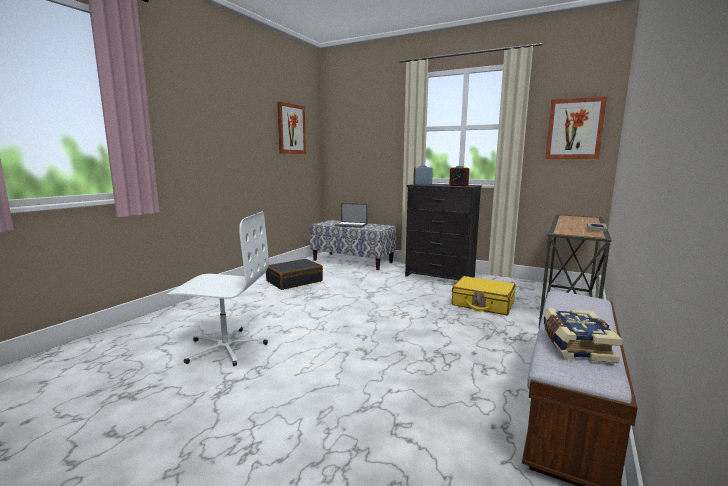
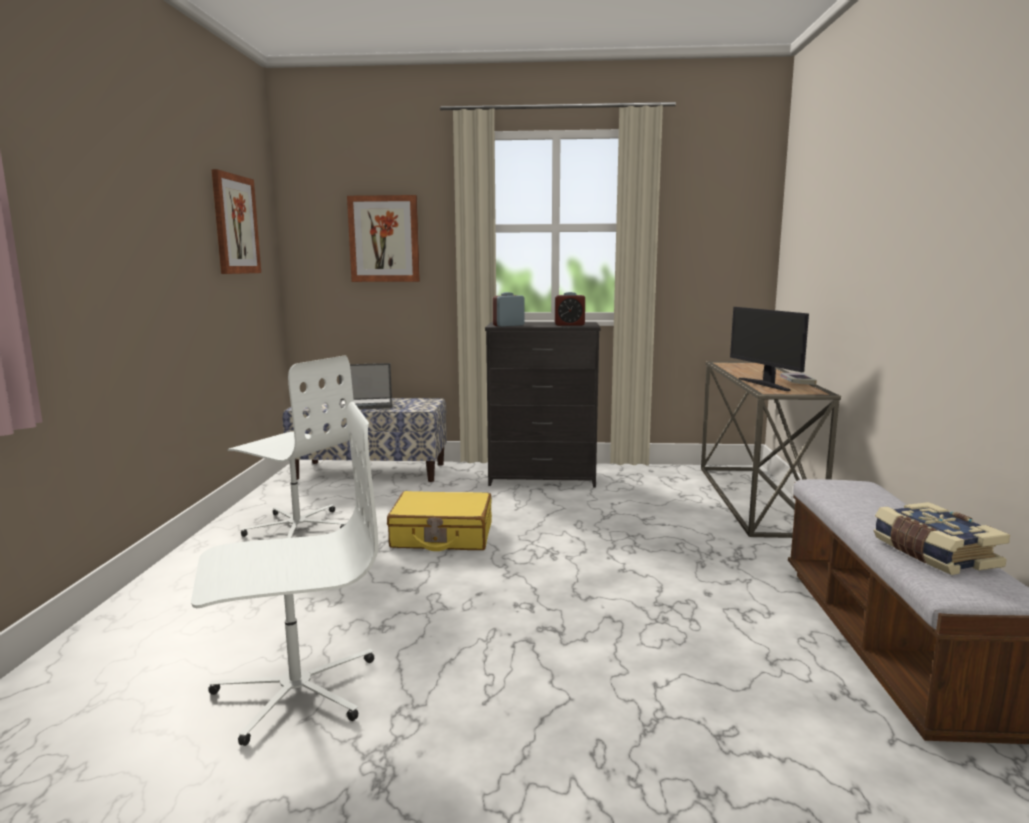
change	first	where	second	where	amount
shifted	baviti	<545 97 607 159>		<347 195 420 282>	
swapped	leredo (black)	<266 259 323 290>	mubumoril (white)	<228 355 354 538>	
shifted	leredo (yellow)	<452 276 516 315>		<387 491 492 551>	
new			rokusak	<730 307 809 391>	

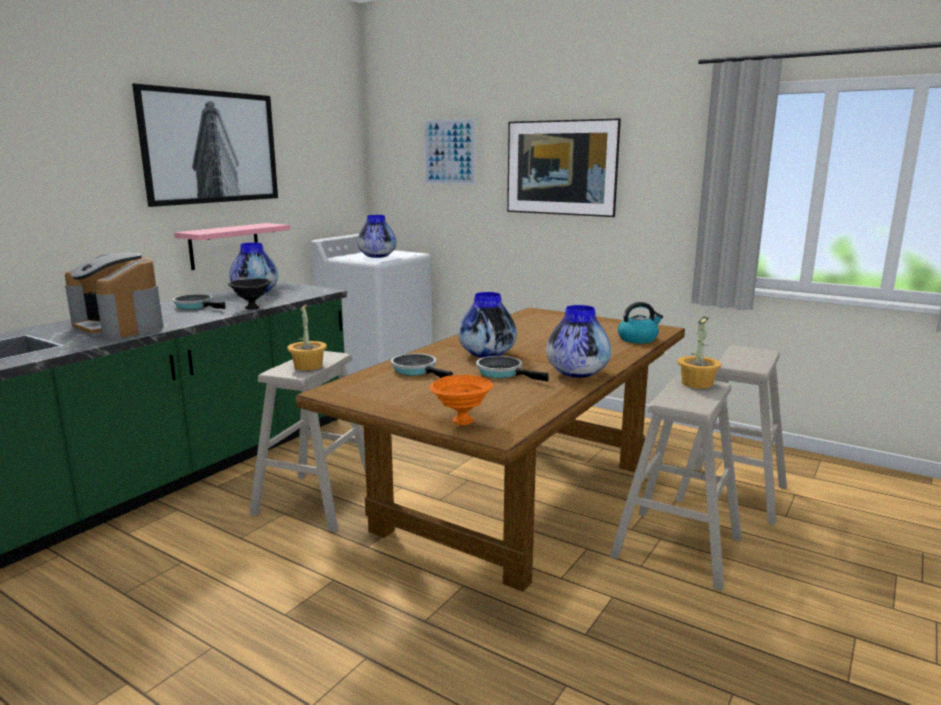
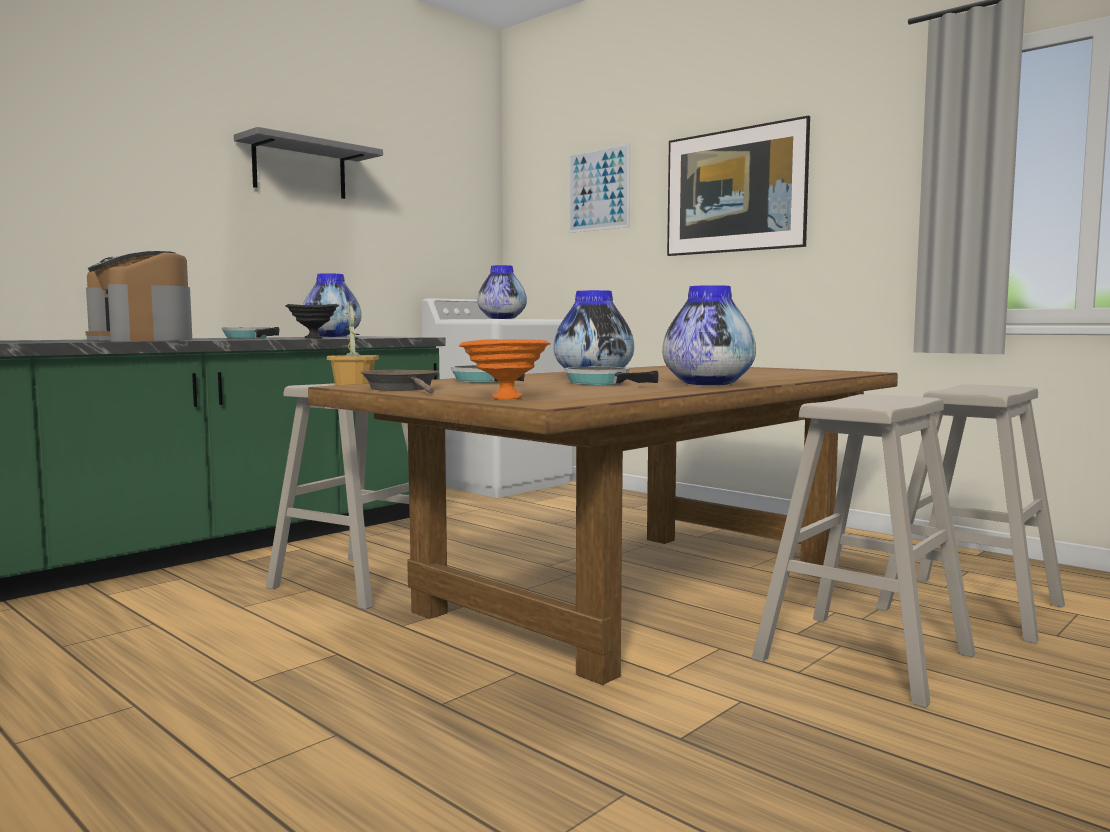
change	first	where	second	where	amount
swapped	baviti	<132 83 278 207>	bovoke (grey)	<234 127 383 199>	
gone	bovoke (pink)	<174 223 290 270>			
gone	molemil	<618 302 663 343>			
gone	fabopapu	<678 316 721 389>			
new			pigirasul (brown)	<361 370 439 394>	

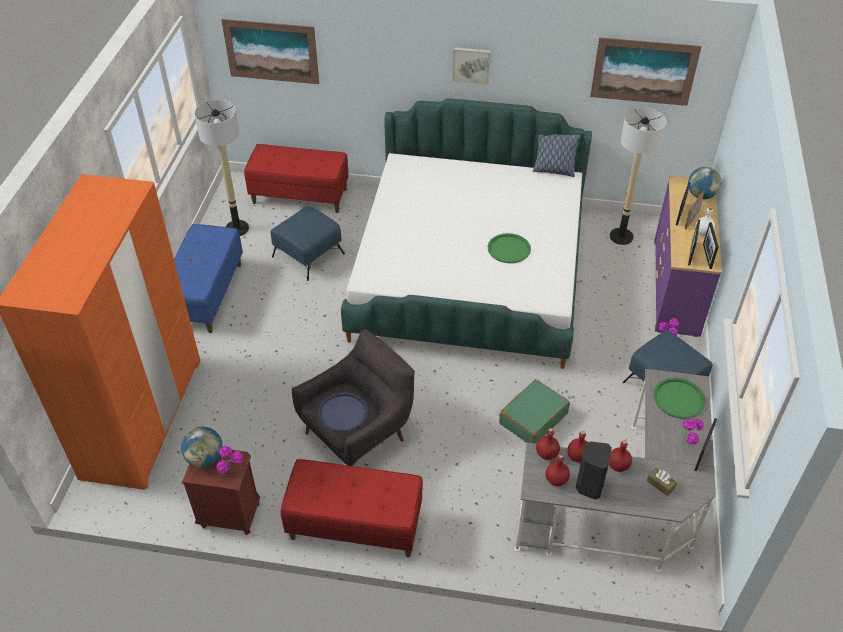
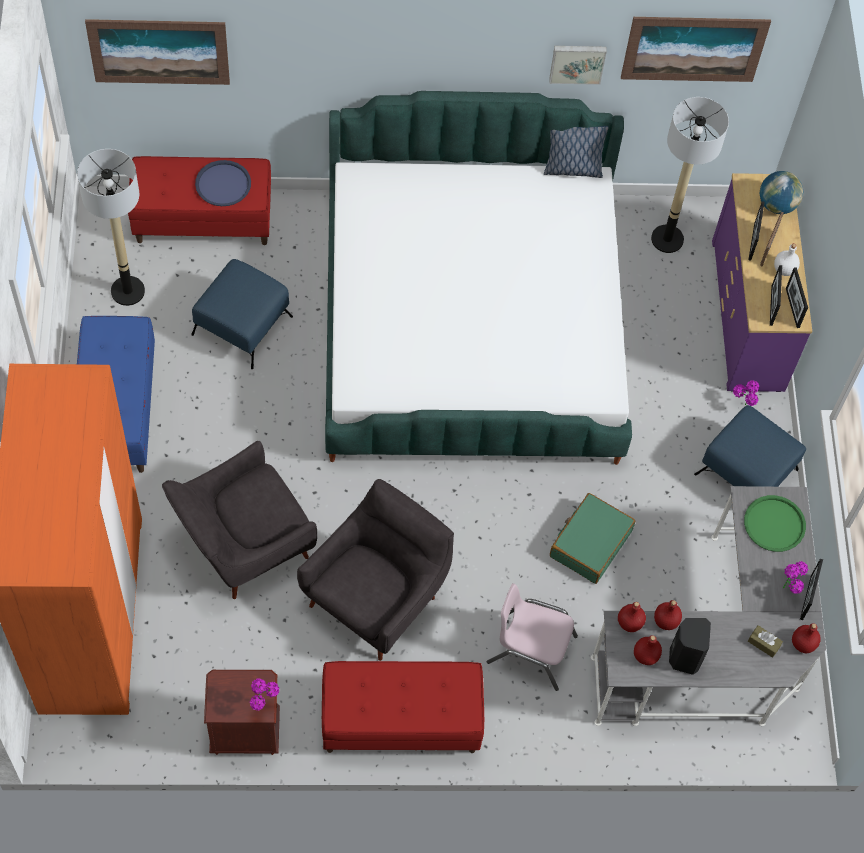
change	first	where	second	where	amount
shifted	baviti	<453 47 491 85>		<549 46 607 85>	
gone	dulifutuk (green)	<488 233 531 263>			
shifted	dulifutuk (blue)	<318 392 368 432>		<195 160 251 206>	
gone	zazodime	<181 427 223 468>			
shifted	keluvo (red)	<609 440 632 472>		<792 623 821 653>	
new			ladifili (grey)	<162 441 317 599>	
new			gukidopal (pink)	<487 583 578 691>	

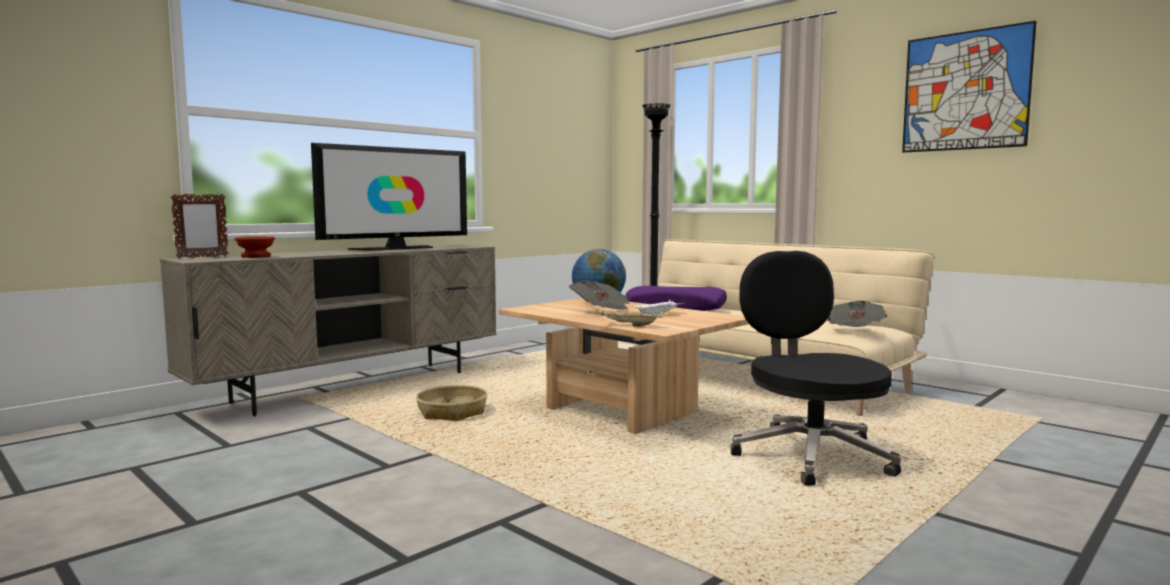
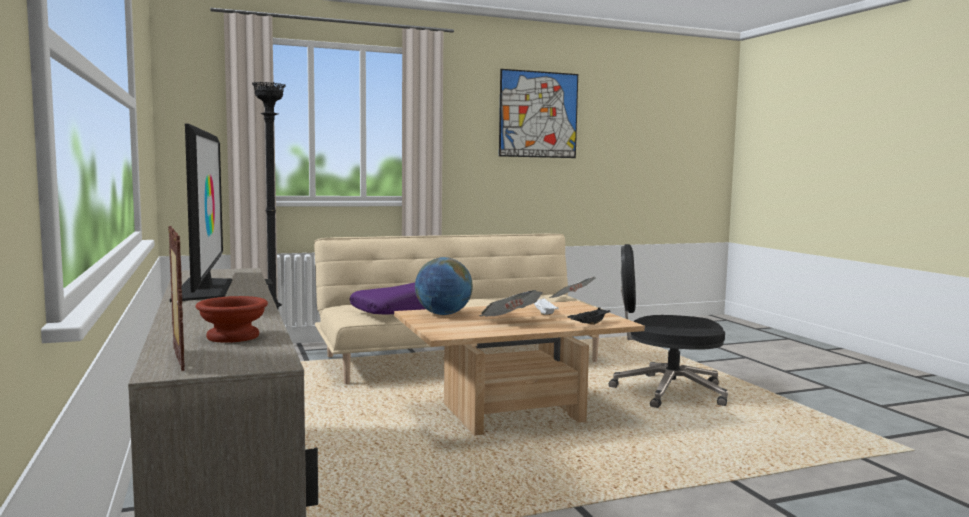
change	first	where	second	where	amount
repainted	dulifutuk (beige)	<600 310 664 327>	dulifutuk (black)	<567 308 611 325>	
gone	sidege	<416 385 487 421>			

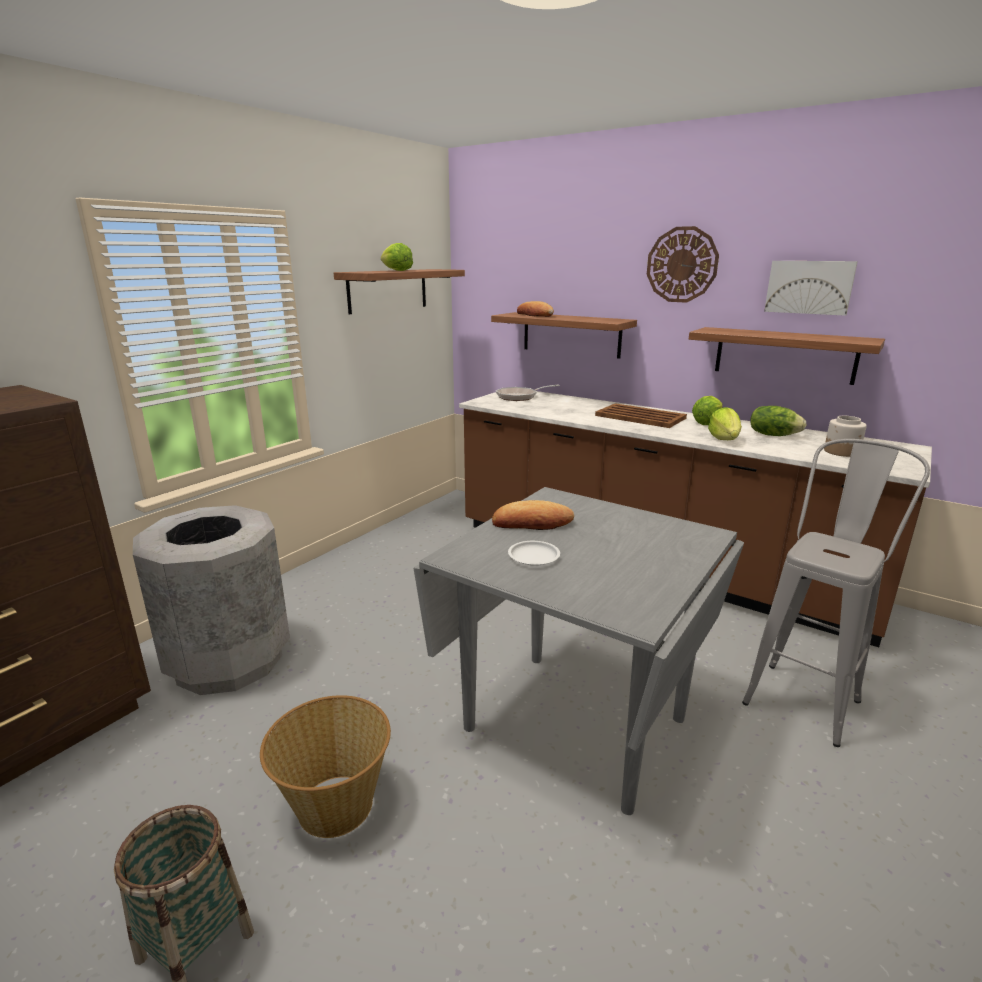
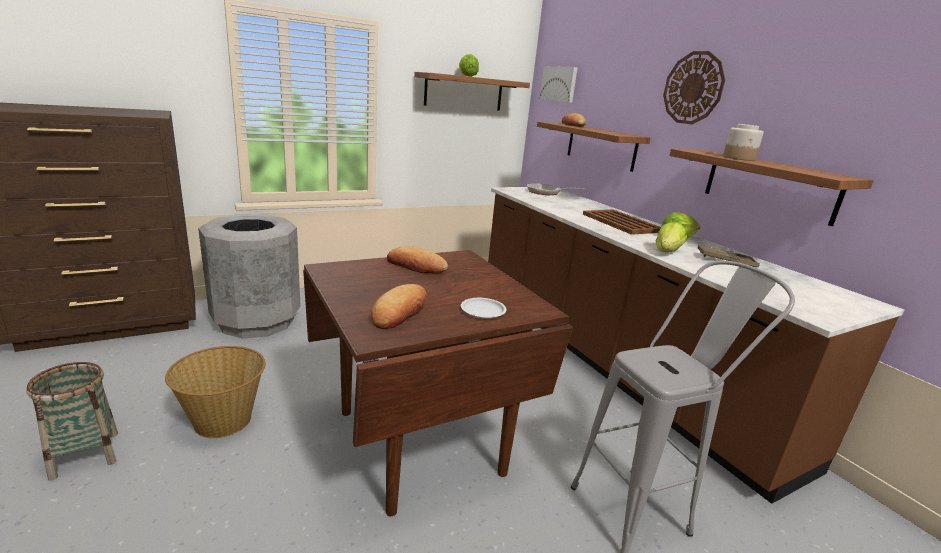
change	first	where	second	where	amount
shifted	baviti	<764 261 858 316>		<540 66 578 103>	
swapped	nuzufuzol	<750 406 807 436>	dulifutuk (brown)	<698 244 760 267>	
shifted	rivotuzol	<824 416 867 457>		<723 124 764 161>	
repainted	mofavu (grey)	<414 487 744 815>	mofavu (brown)	<303 250 573 516>	
shifted	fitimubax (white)	<508 541 560 566>		<461 298 506 319>	
new			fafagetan	<371 284 427 329>	

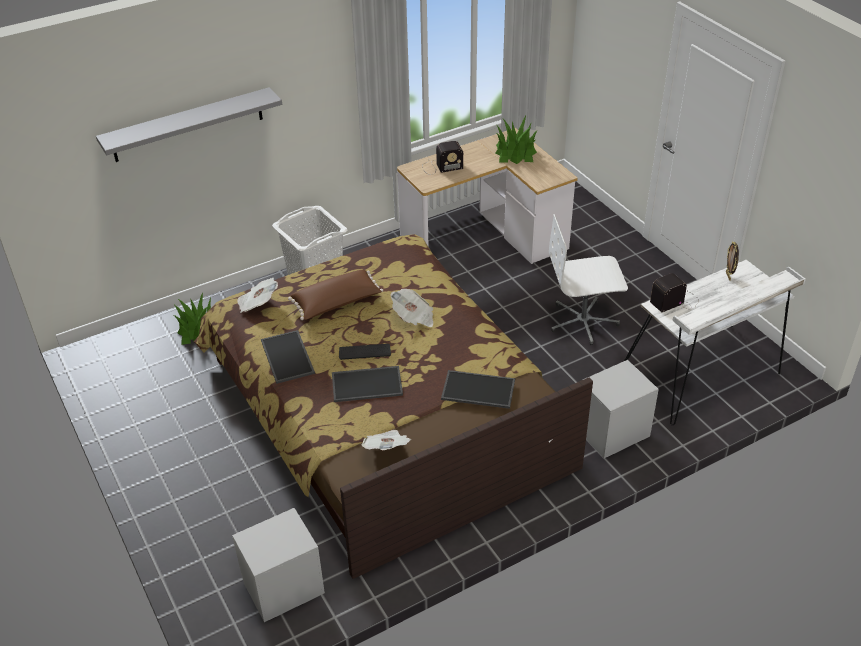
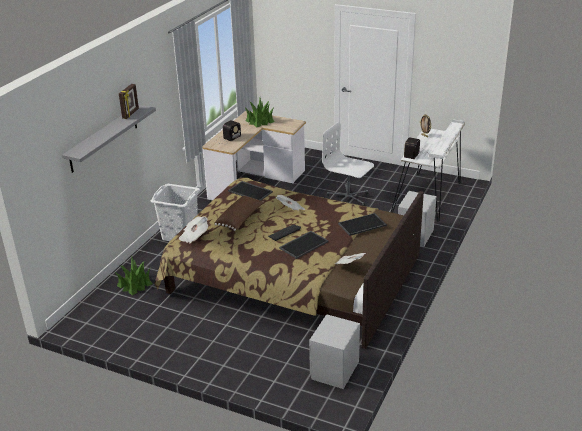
change	first	where	second	where	amount
rotated	mubumoril (white)	<549 214 628 345>		<322 122 374 206>	75 degrees clockwise
shifted	dulifutuk	<261 330 315 384>		<228 181 273 201>	
new			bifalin	<119 84 139 119>	

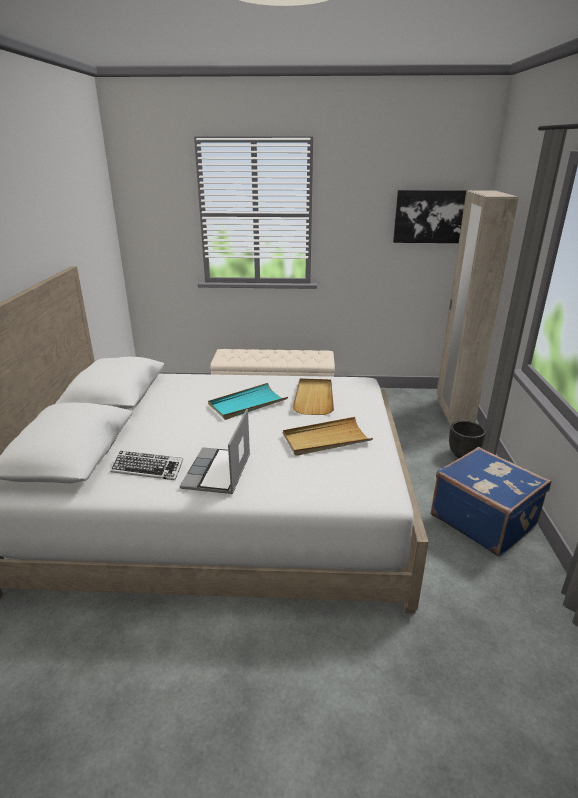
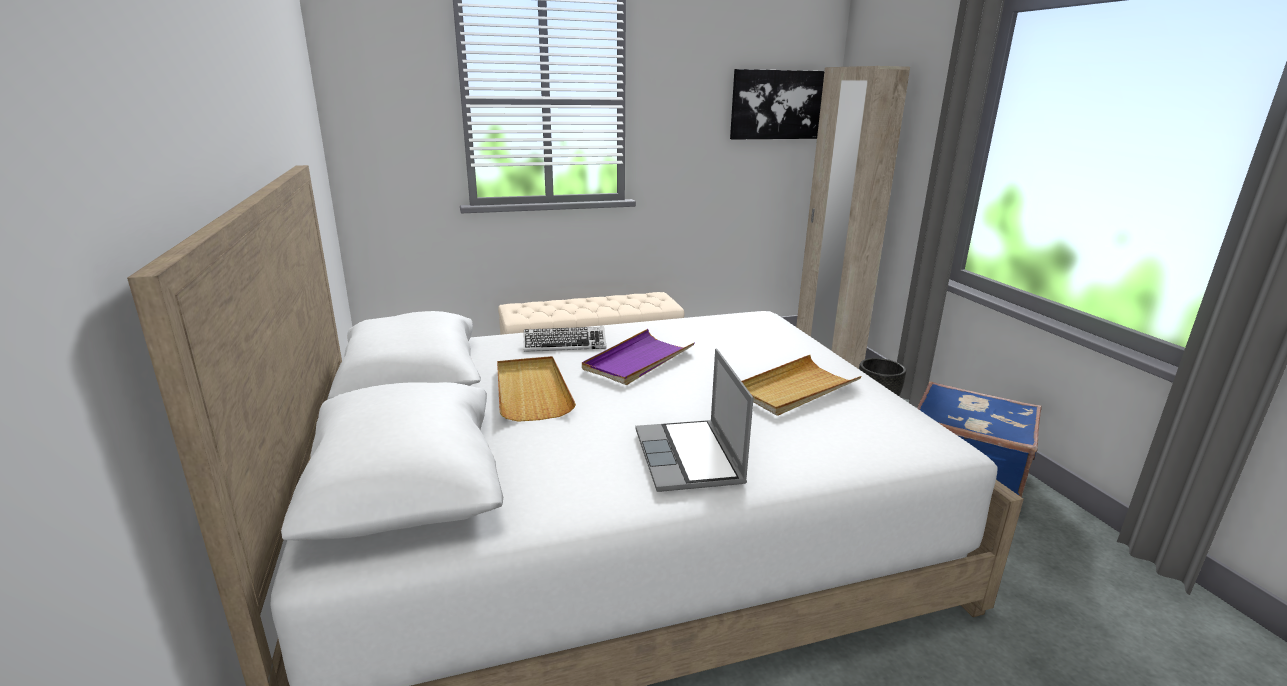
change	first	where	second	where	amount
shifted	dulifutuk (beige)	<292 379 334 415>		<497 356 576 422>	
repainted	dulifutuk (turquoise)	<208 383 288 420>	dulifutuk (purple)	<582 329 695 385>	
shifted	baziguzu	<110 451 184 480>		<524 327 607 352>	

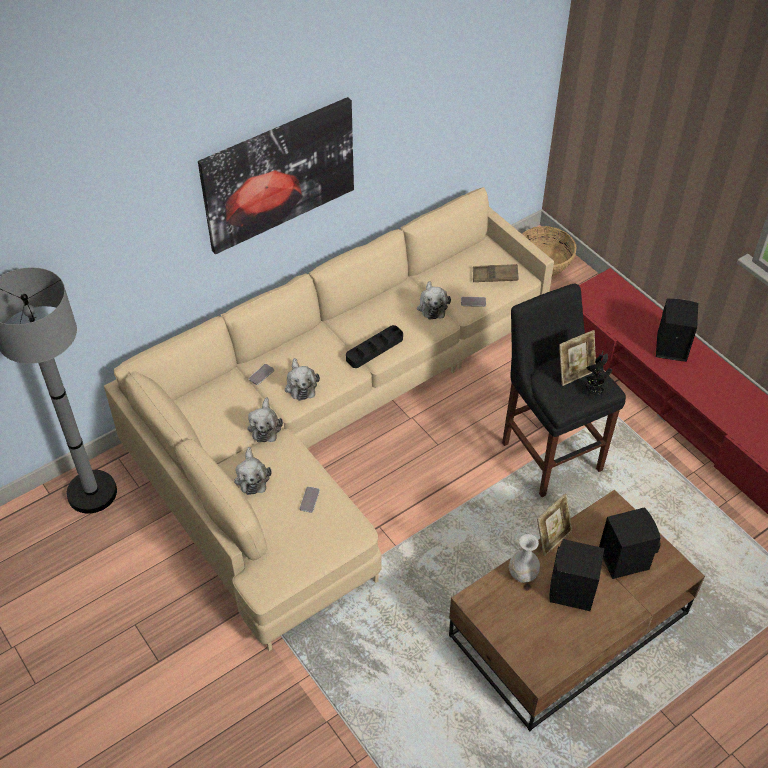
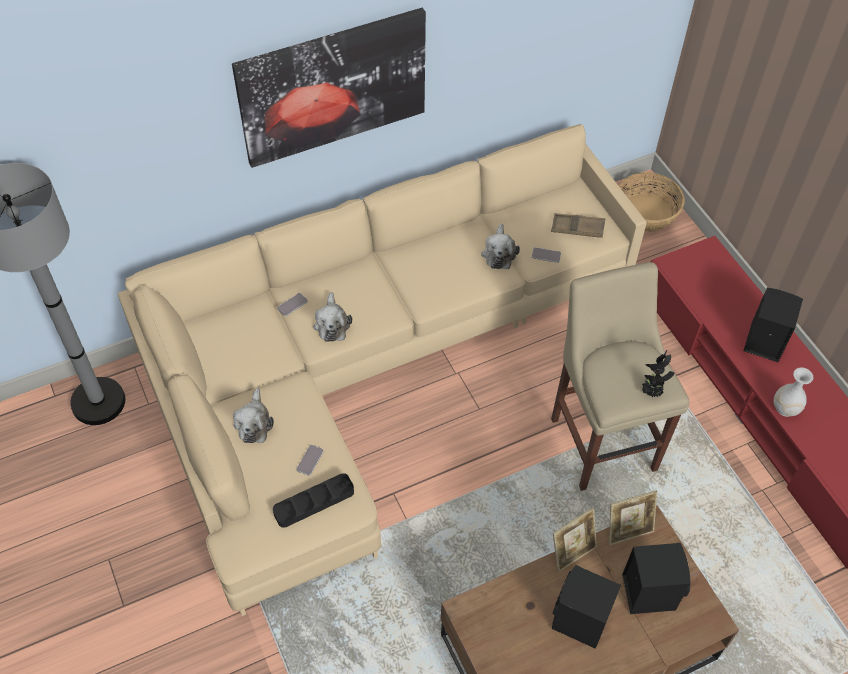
change	first	where	second	where	amount
repainted	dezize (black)	<502 284 626 497>	dezize (beige)	<551 262 689 491>	
shifted	dulifutuk (black)	<346 325 403 368>		<273 473 354 528>	
shifted	bifalin	<559 330 596 386>		<609 491 657 545>	
gone	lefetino	<247 398 283 442>			
shifted	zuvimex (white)	<509 534 540 583>		<773 367 813 417>	

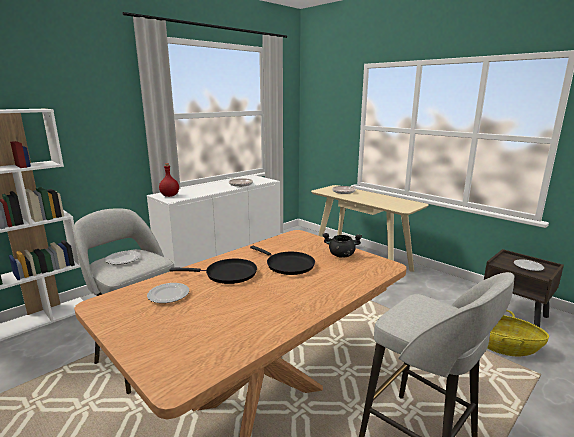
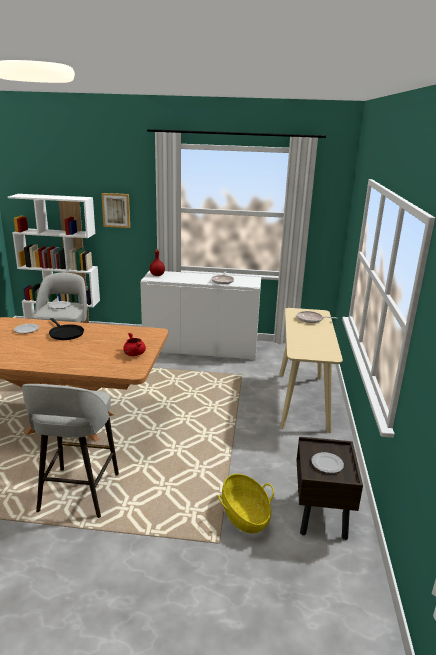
change	first	where	second	where	amount
repainted	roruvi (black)	<322 233 362 258>	roruvi (red)	<123 333 146 356>	
gone	pigirasul (black)	<250 246 315 275>			
new			baviti	<101 193 130 228>	

